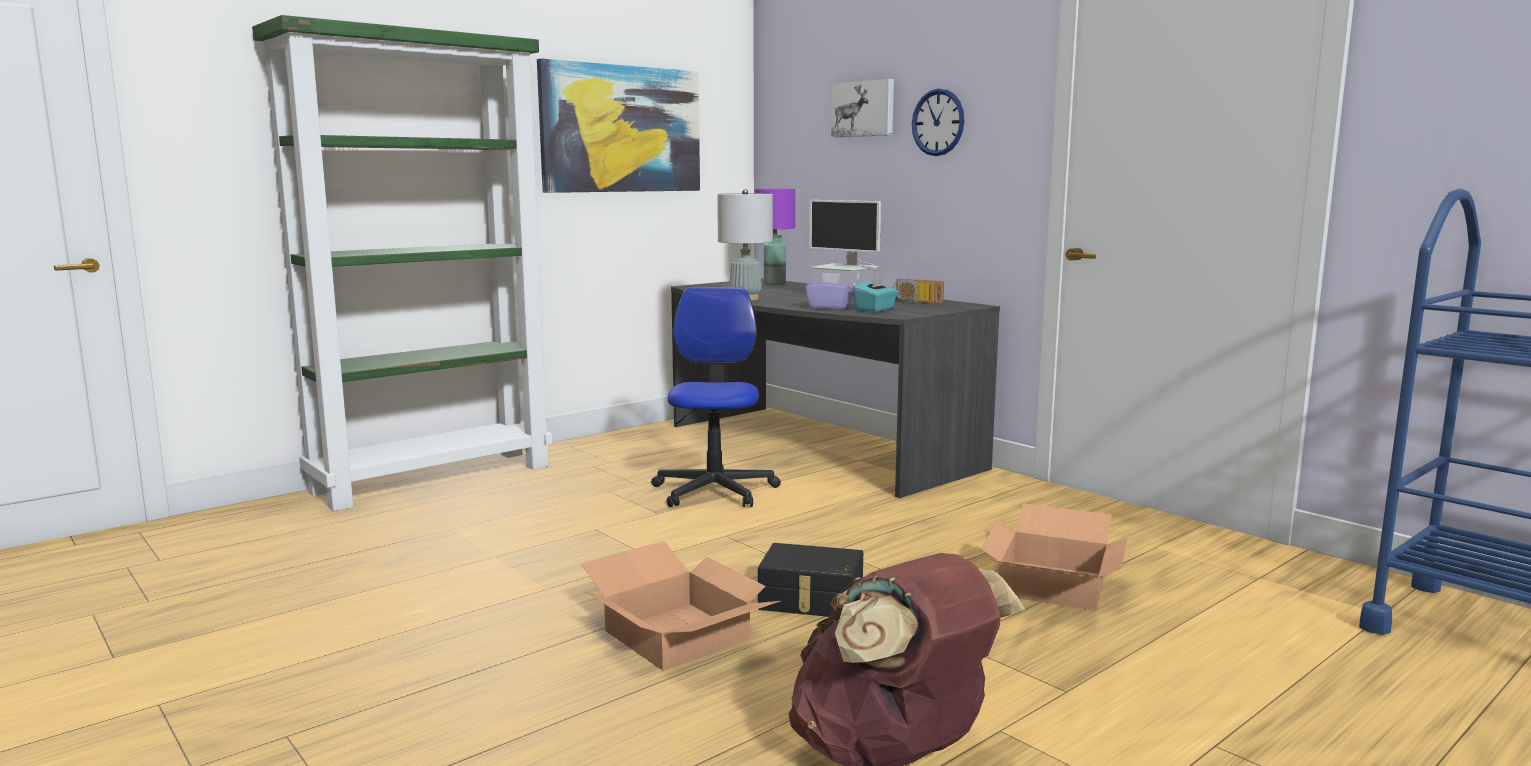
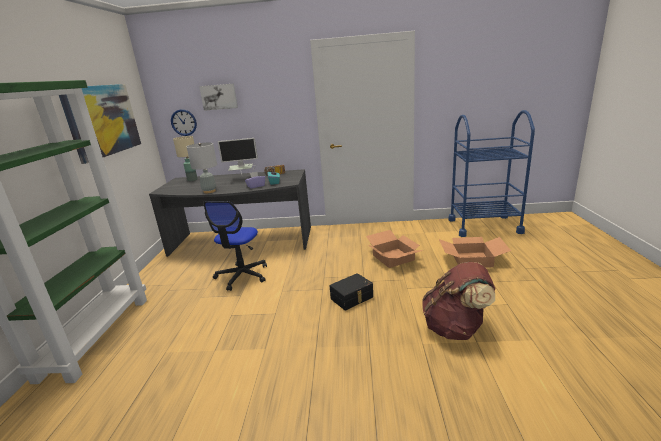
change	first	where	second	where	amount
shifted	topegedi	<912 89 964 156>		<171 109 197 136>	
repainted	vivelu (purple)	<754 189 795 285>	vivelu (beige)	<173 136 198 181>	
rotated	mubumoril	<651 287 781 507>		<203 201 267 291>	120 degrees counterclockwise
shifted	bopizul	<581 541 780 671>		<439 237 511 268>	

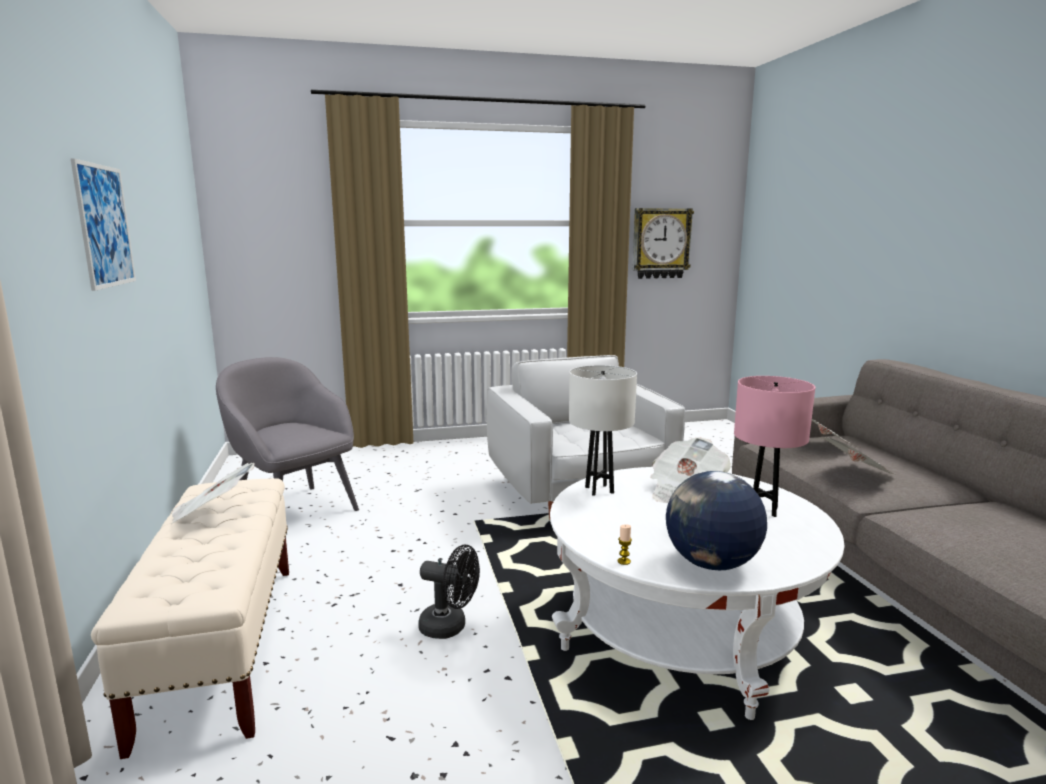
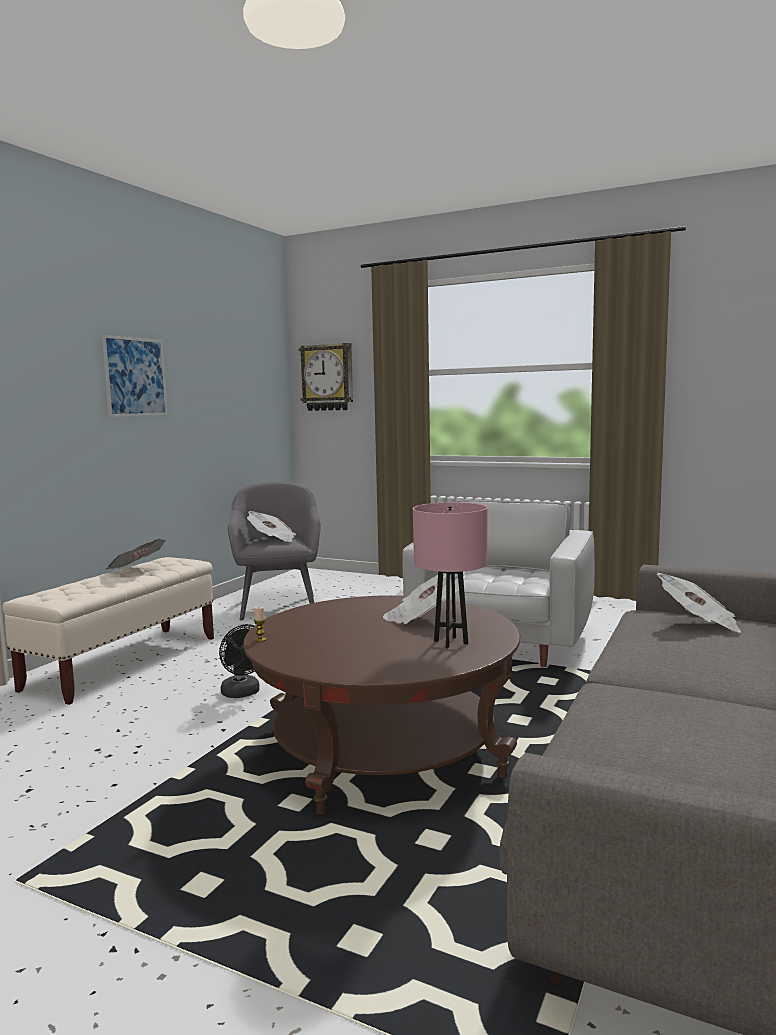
change	first	where	second	where	amount
shifted	topegedi	<632 208 694 279>		<299 343 353 411>	
gone	vivelu (white)	<569 365 637 496>			
shifted	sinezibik	<819 437 893 474>		<247 511 296 542>	
repainted	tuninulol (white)	<550 467 844 720>	tuninulol (brown)	<243 595 520 815>	
gone	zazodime	<666 471 767 570>			

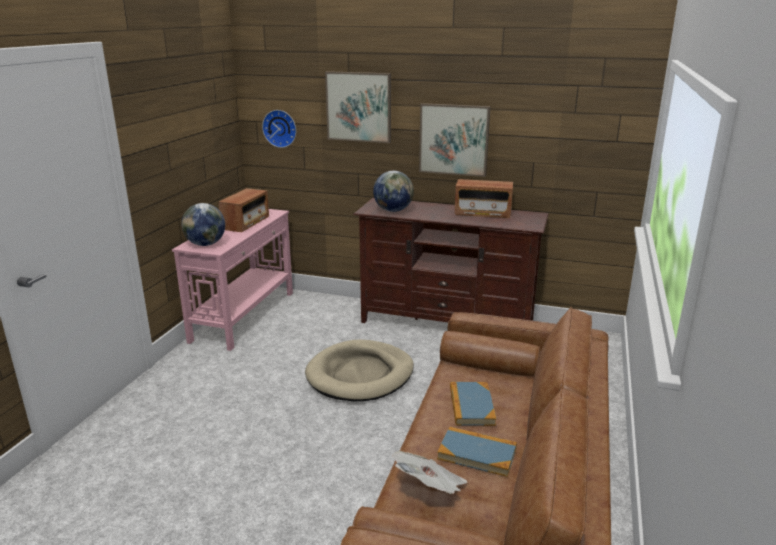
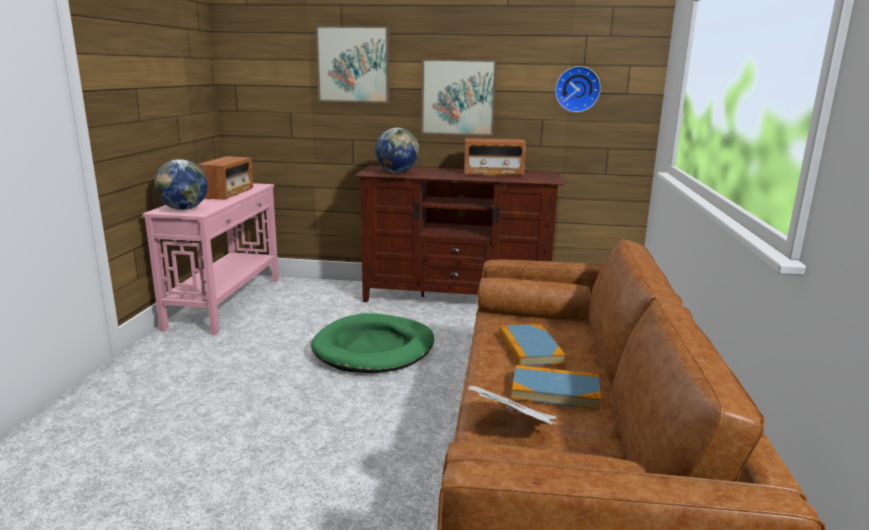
change	first	where	second	where	amount
shifted	topegedi	<262 110 296 148>		<555 66 601 112>	
repainted	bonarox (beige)	<305 339 414 401>	bonarox (green)	<311 313 434 373>	

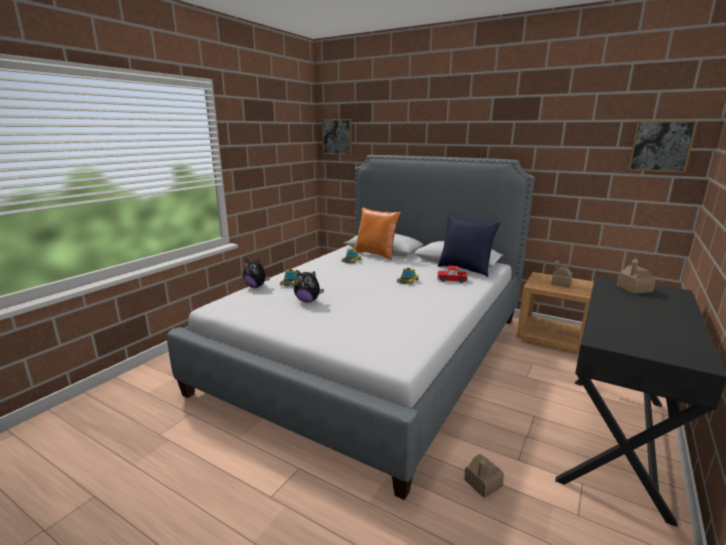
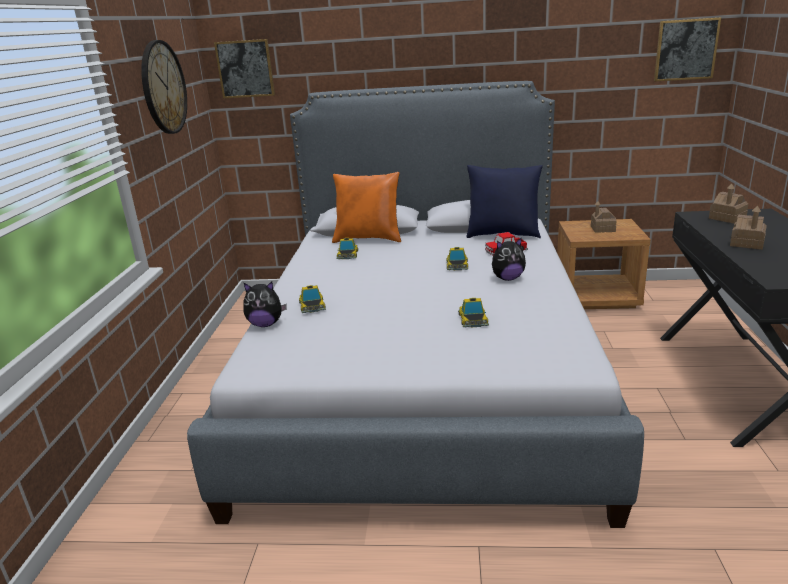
change	first	where	second	where	amount
shifted	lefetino	<294 269 324 302>		<492 238 526 281>	
shifted	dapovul	<464 454 504 498>		<730 206 767 250>	
new			topegedi	<141 40 187 134>	
new			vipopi	<458 298 489 328>	

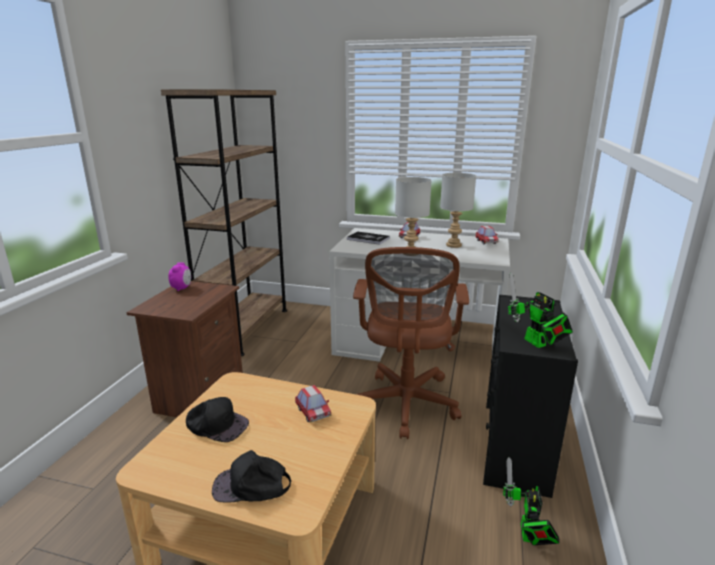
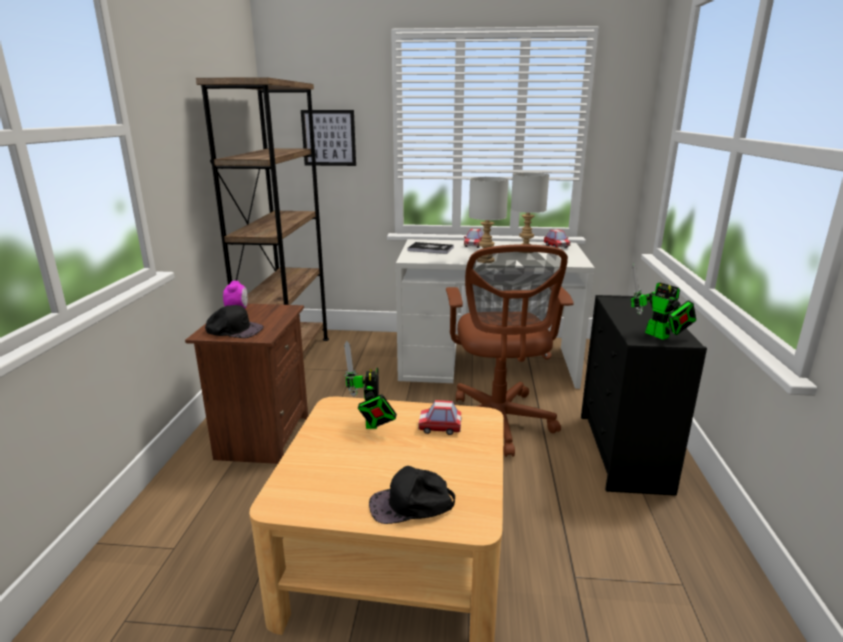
change	first	where	second	where	amount
rotated	vipopi	<295 385 331 423>		<418 400 462 435>	135 degrees clockwise
shifted	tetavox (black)	<186 397 249 442>		<205 305 264 338>	
shifted	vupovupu	<503 457 559 545>		<344 341 397 429>	
new			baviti	<301 110 356 166>	

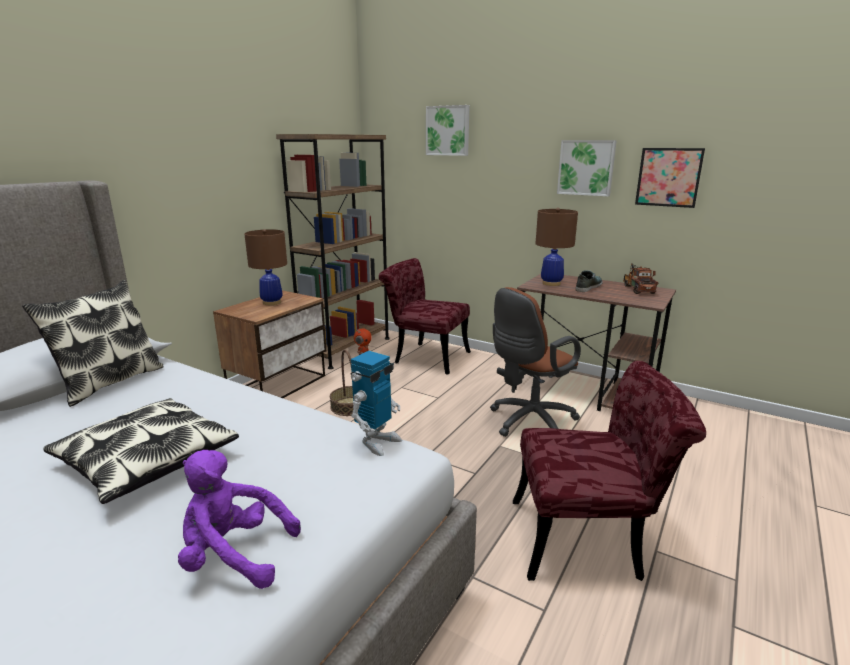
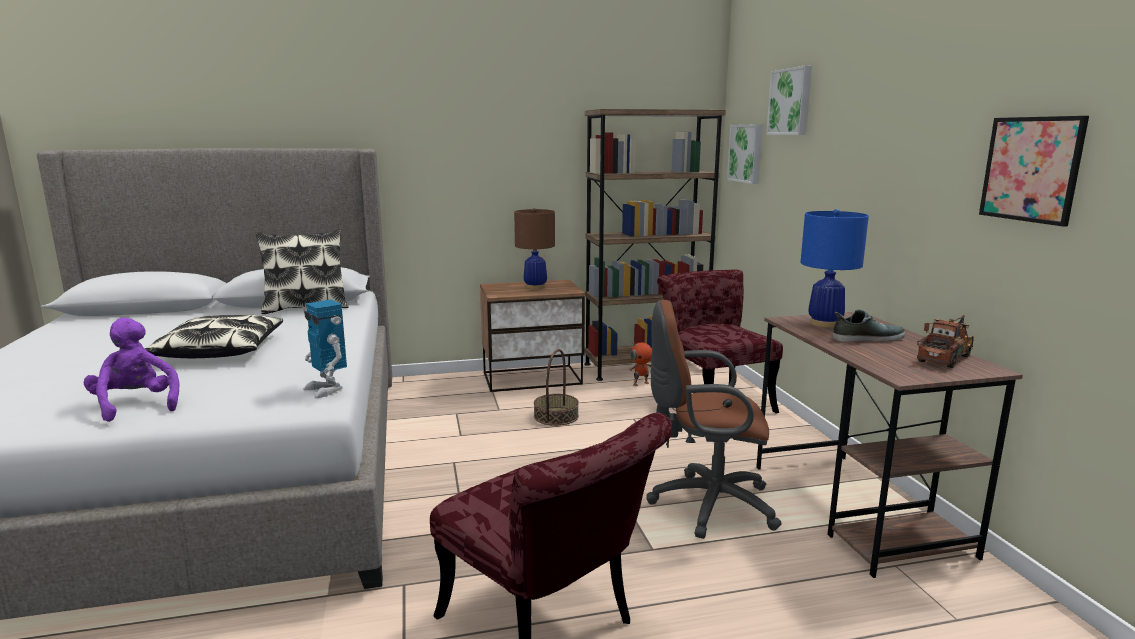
change	first	where	second	where	amount
shifted	baviti	<557 140 617 196>		<727 124 763 184>	
repainted	vivelu (brown)	<535 208 578 286>	vivelu (blue)	<801 209 869 328>	
rotated	vupovupu	<350 351 402 456>		<303 300 347 399>	60 degrees clockwise

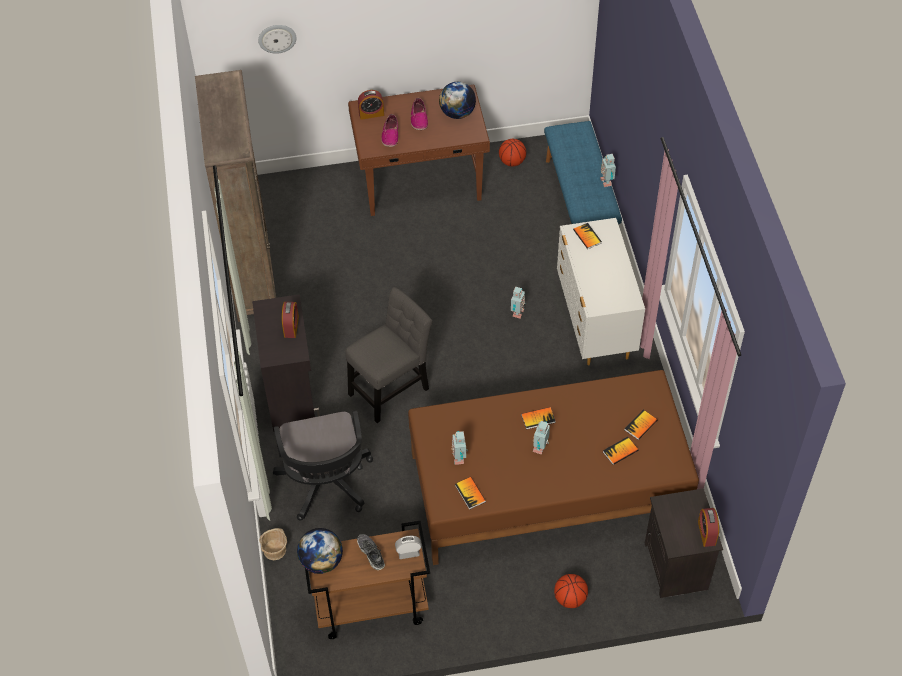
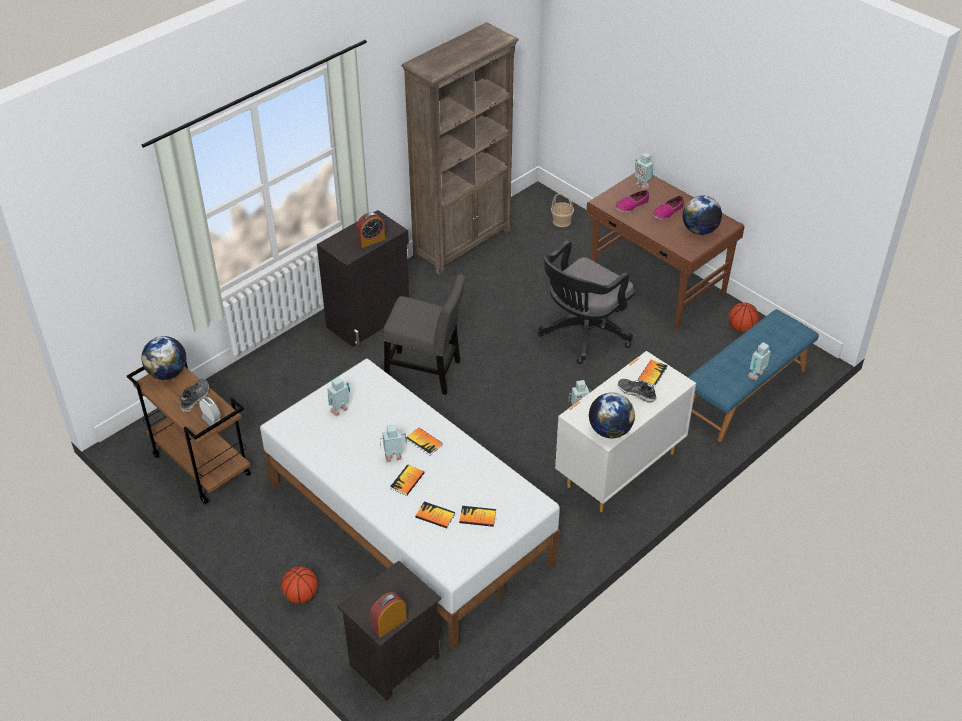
change	first	where	second	where	amount
gone	topegedi	<258 25 297 54>			
swapped	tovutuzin	<358 90 384 120>	vupovupu	<634 152 653 190>	
repainted	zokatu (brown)	<408 370 699 565>	zokatu (white)	<260 359 560 648>	
shifted	mubumoril (black)	<273 410 373 520>		<538 240 635 364>	
shifted	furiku	<455 477 486 510>		<390 464 425 496>	
shifted	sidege	<259 528 287 560>		<551 193 574 227>	
new			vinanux	<618 379 657 403>	
new			zazodime	<589 392 635 438>	

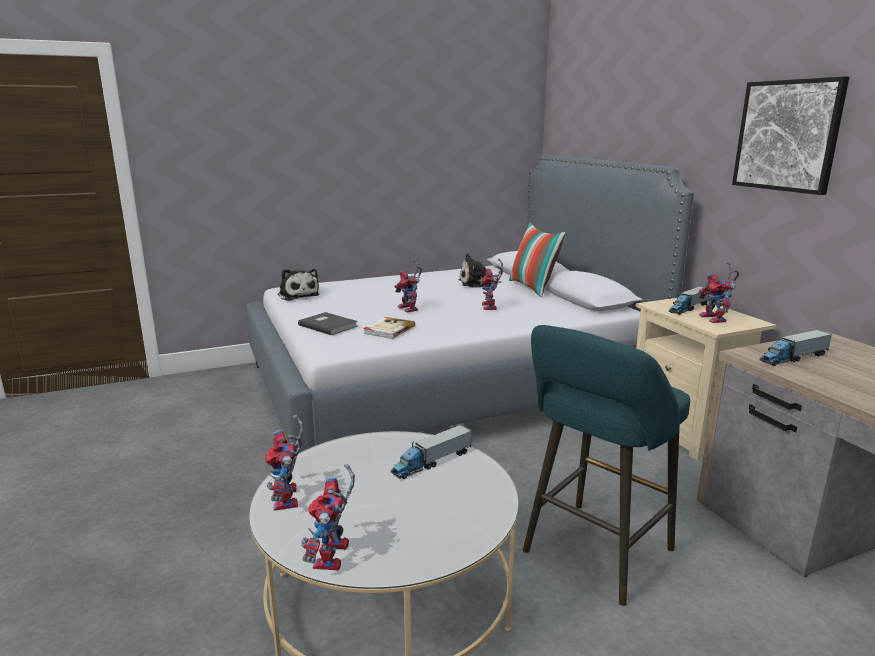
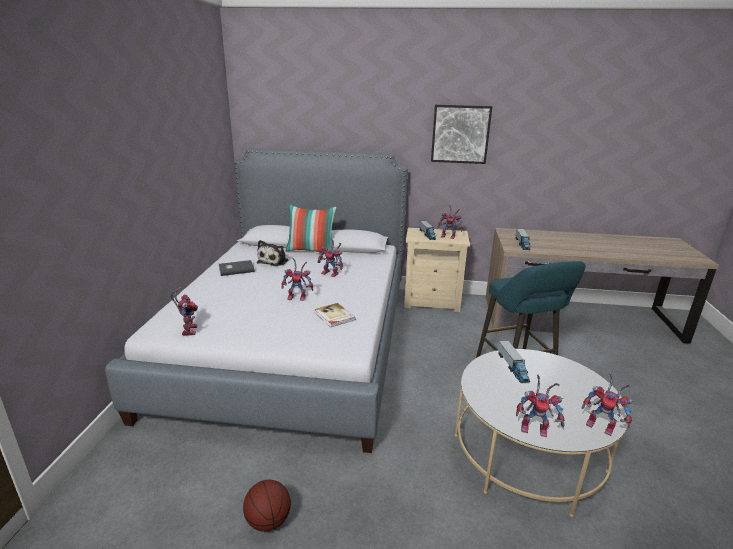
change	first	where	second	where	amount
swapped	lefetino	<278 269 319 301>	vupovupu	<170 287 198 336>	
shifted	furiku (grey)	<298 312 358 335>		<219 260 255 276>	
new			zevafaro	<243 480 291 532>	

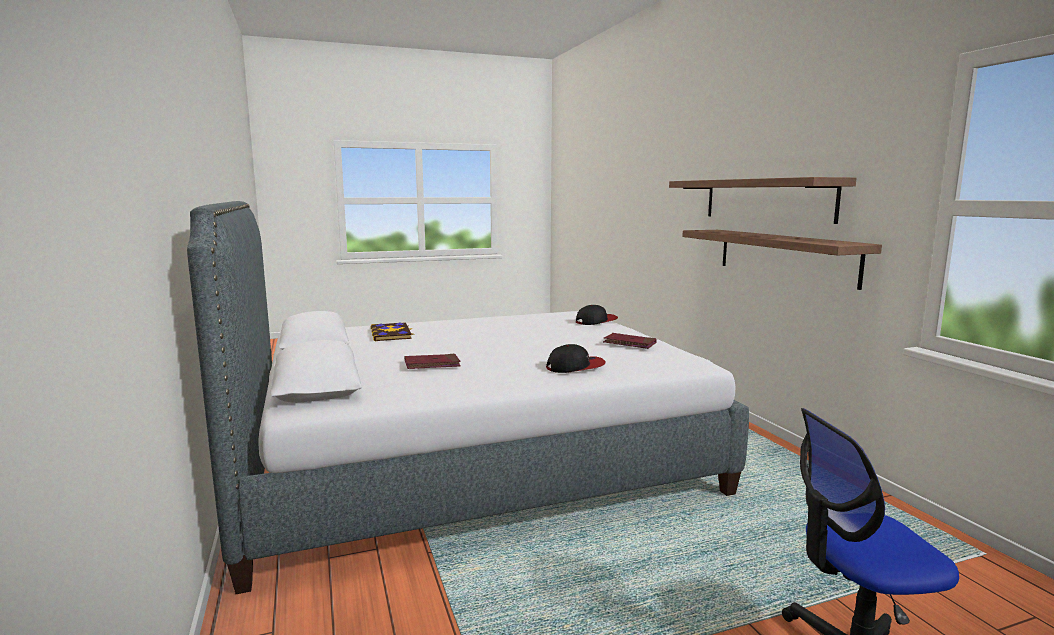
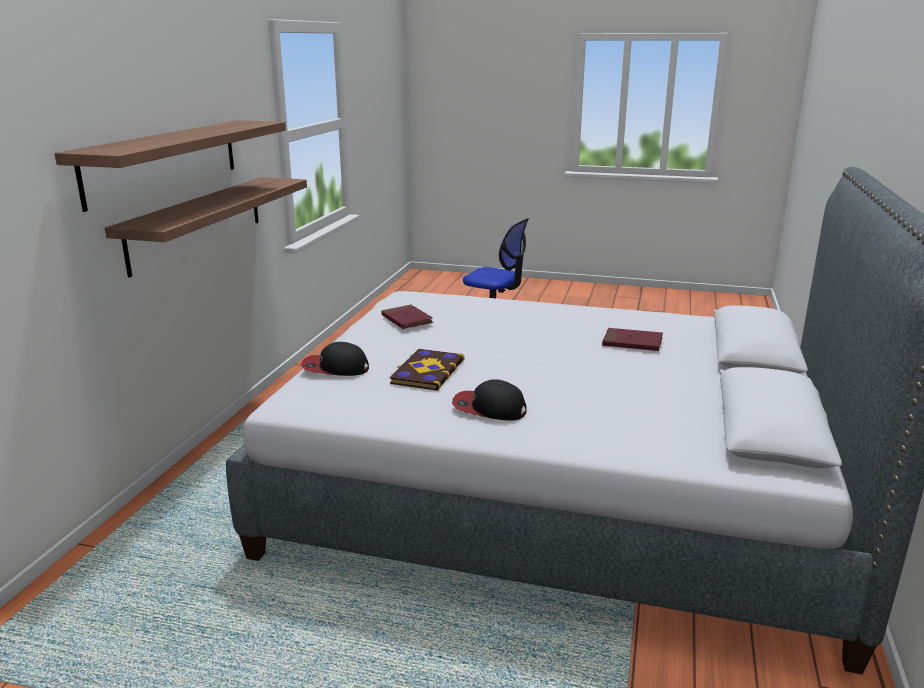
change	first	where	second	where	amount
shifted	furiku	<371 322 415 341>		<390 349 465 391>	
shifted	tetavox	<546 344 605 373>		<452 379 527 421>	

